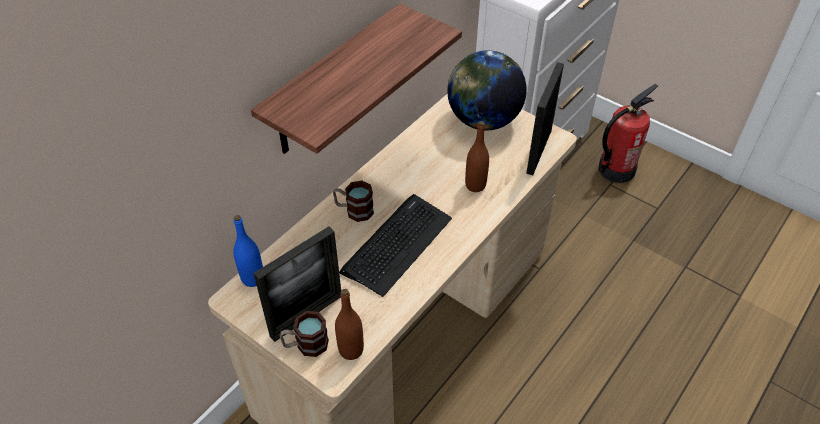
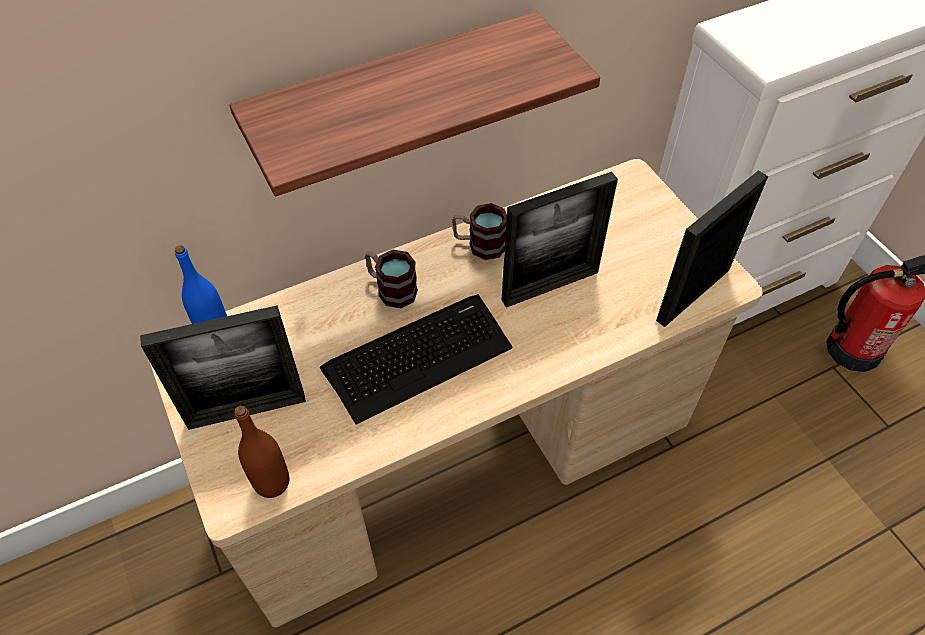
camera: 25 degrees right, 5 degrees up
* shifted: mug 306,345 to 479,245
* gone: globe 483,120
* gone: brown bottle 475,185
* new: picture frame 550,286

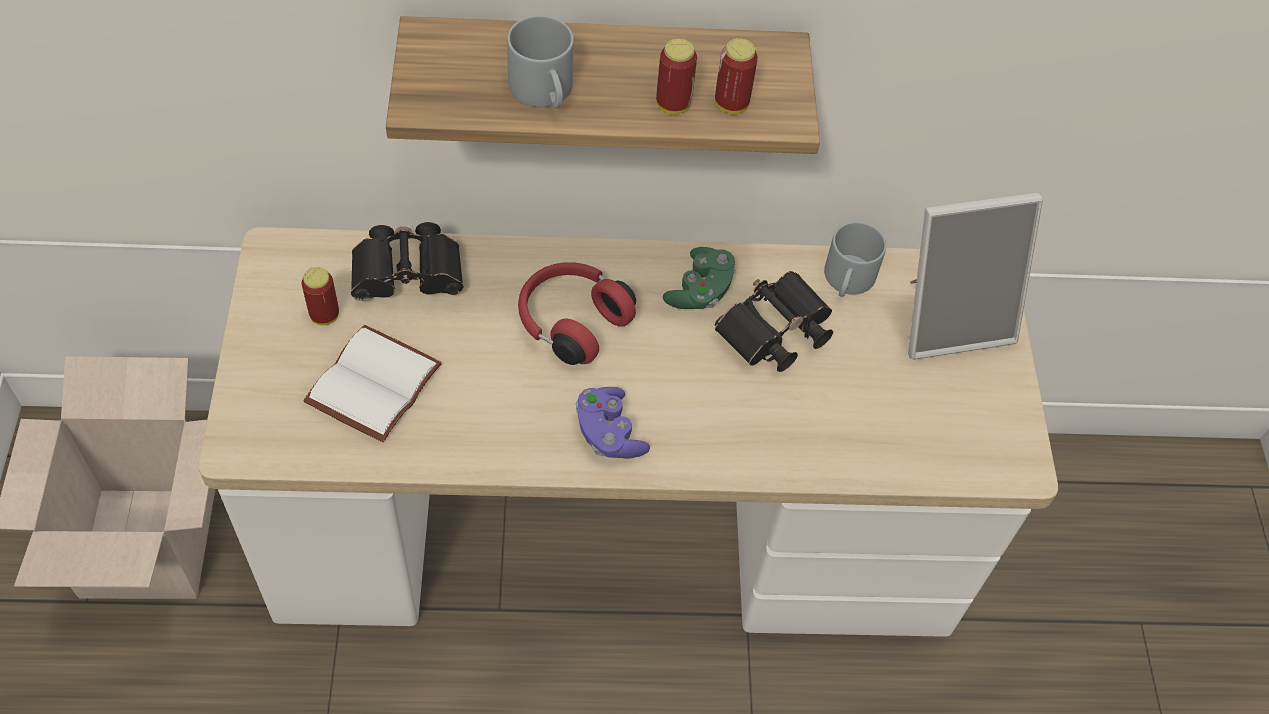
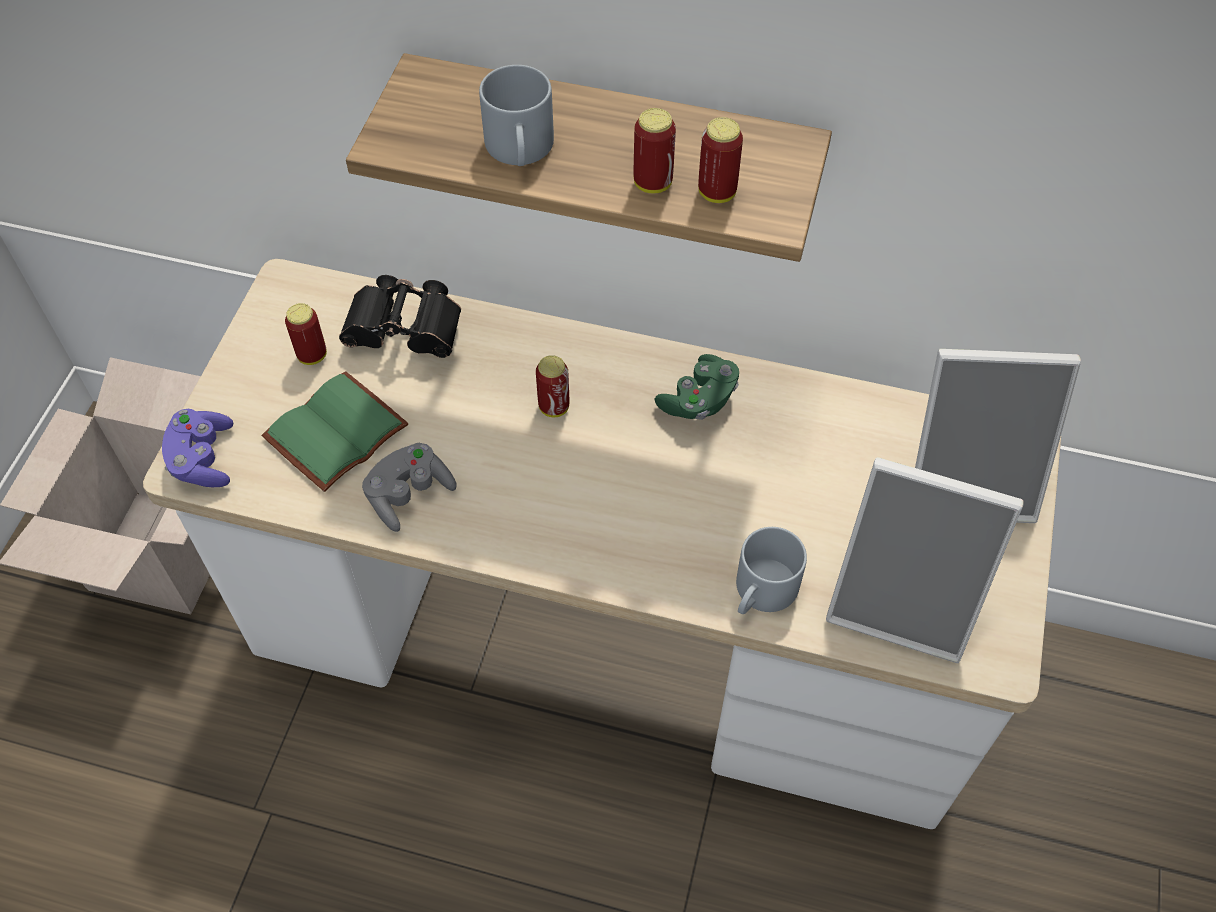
camera: 20 degrees right, 0 degrees up
* repainted: white book 372,382 to green book 335,429
* swapped: red headphones 571,321 to can 554,407
* shifted: purple game controller 609,433 to 203,459
* gone: black binoculars 772,336
* shifted: grey mug 848,281 to 762,593
* new: grey game controller 409,495
* new: picture frame 903,601

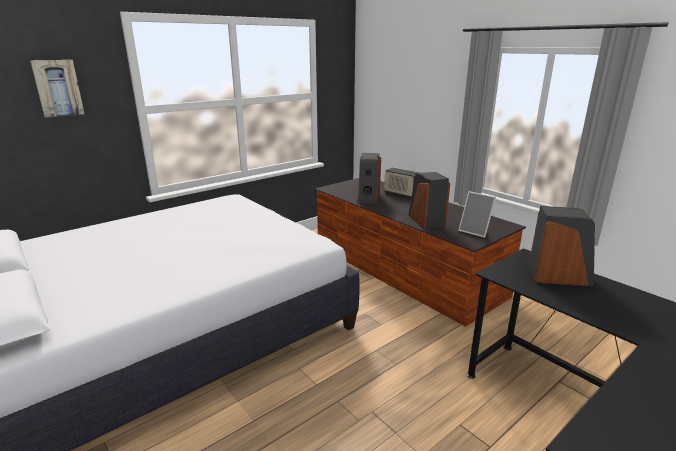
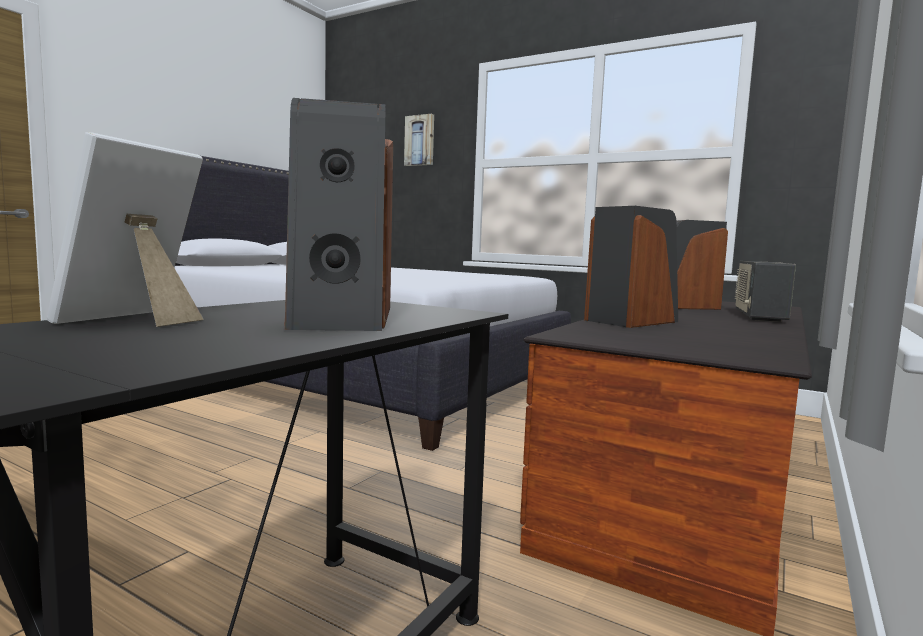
camera: 70 degrees right, 15 degrees down
* shifted: picture frame 475,231 to 138,320

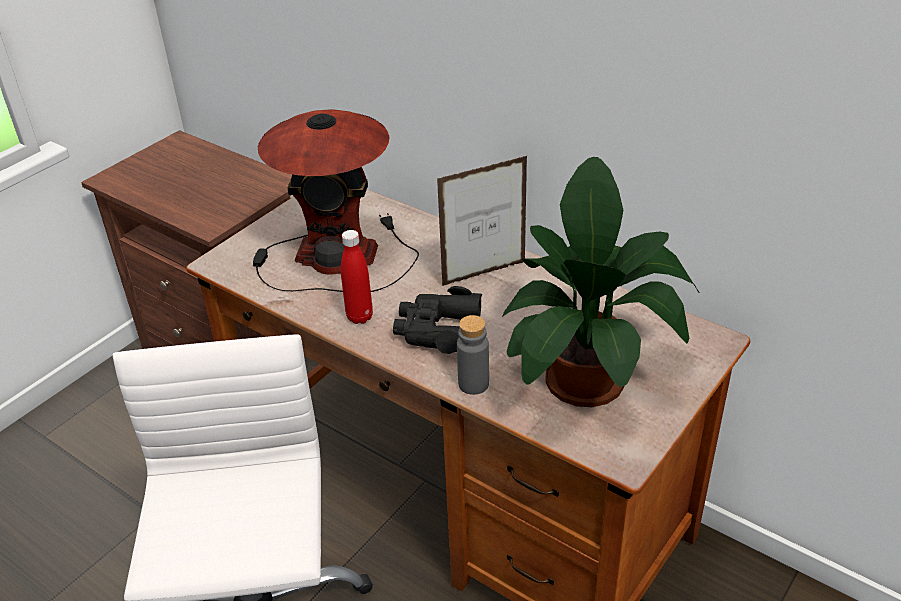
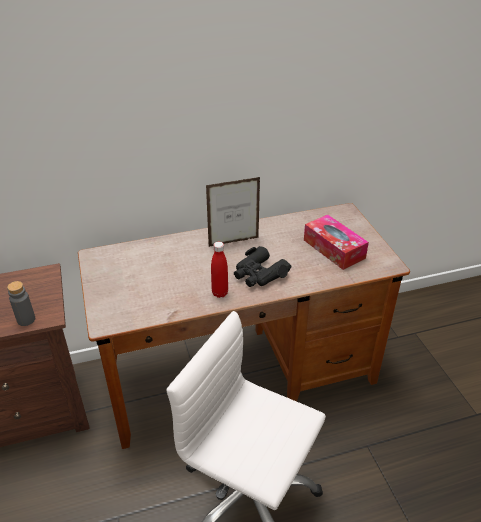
camera: 55 degrees left, 0 degrees up
* gone: table lamp 338,254
* rotated: picture frame 484,273 = 234,242 60 degrees clockwise
* shifted: grey bottle 473,384 to 26,320
* swapped: potted plant 588,374 to tissue box 334,249

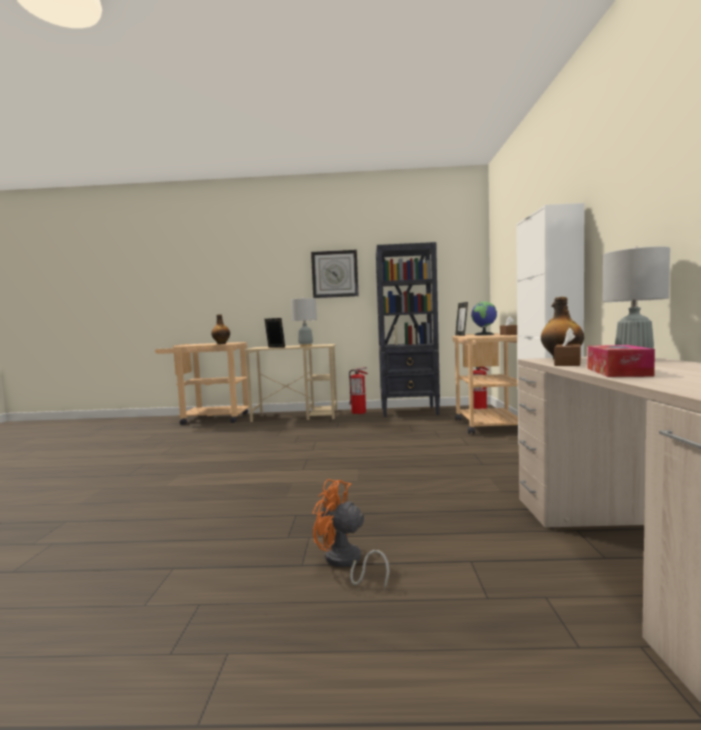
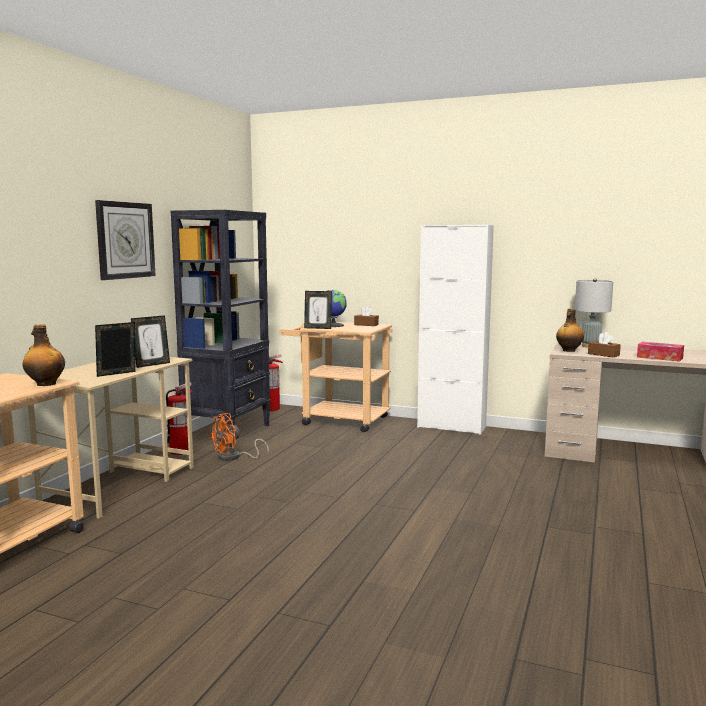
camera: 70 degrees left, 5 degrees up
* swapped: grey table lamp 305,346 to picture frame 152,364
* shifted: orange fan 345,563 to 234,457

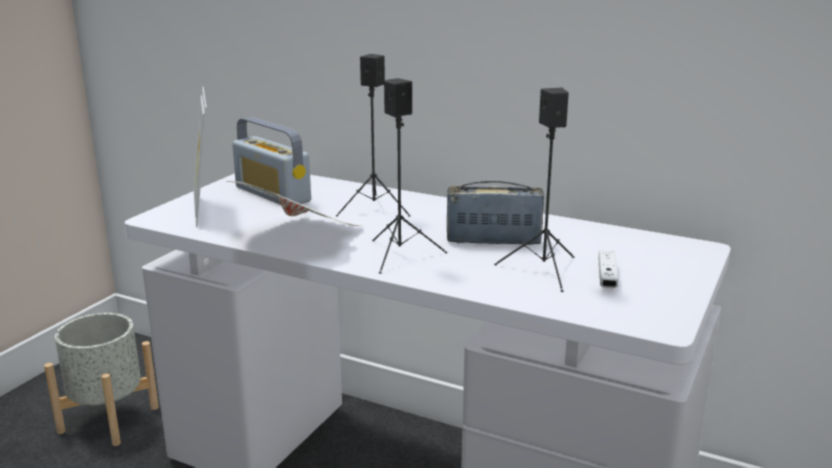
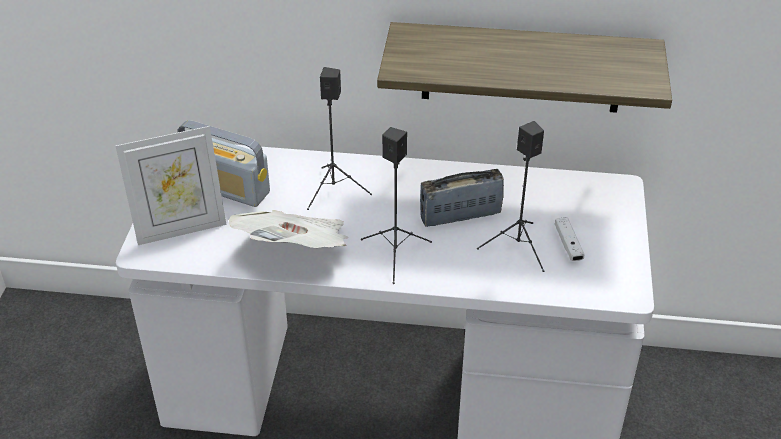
camera: 20 degrees left, 20 degrees up
* gone: grey planter 108,419
* rotated: picture frame 205,210 = 180,228 75 degrees counterclockwise
* new: shelf 522,68

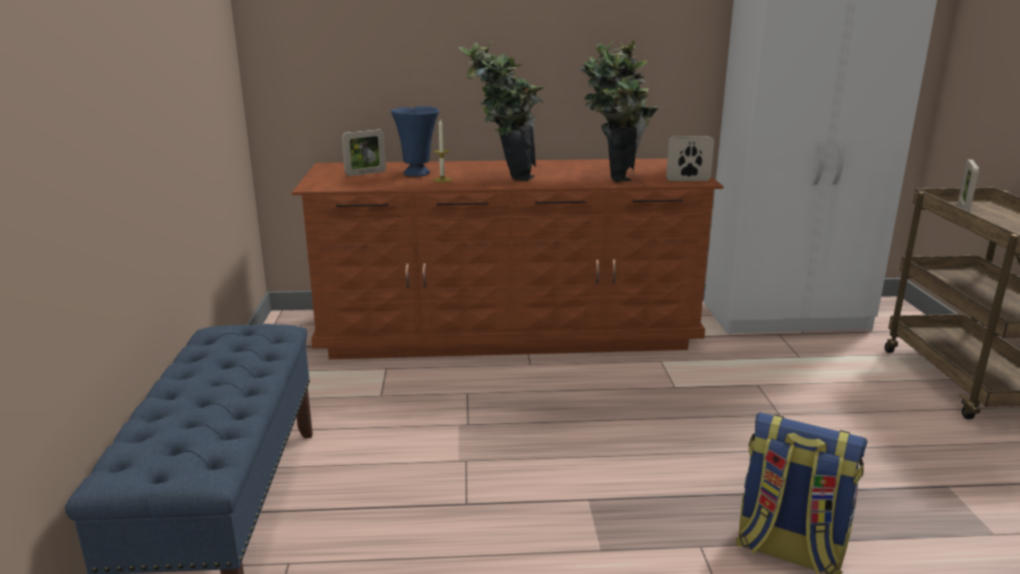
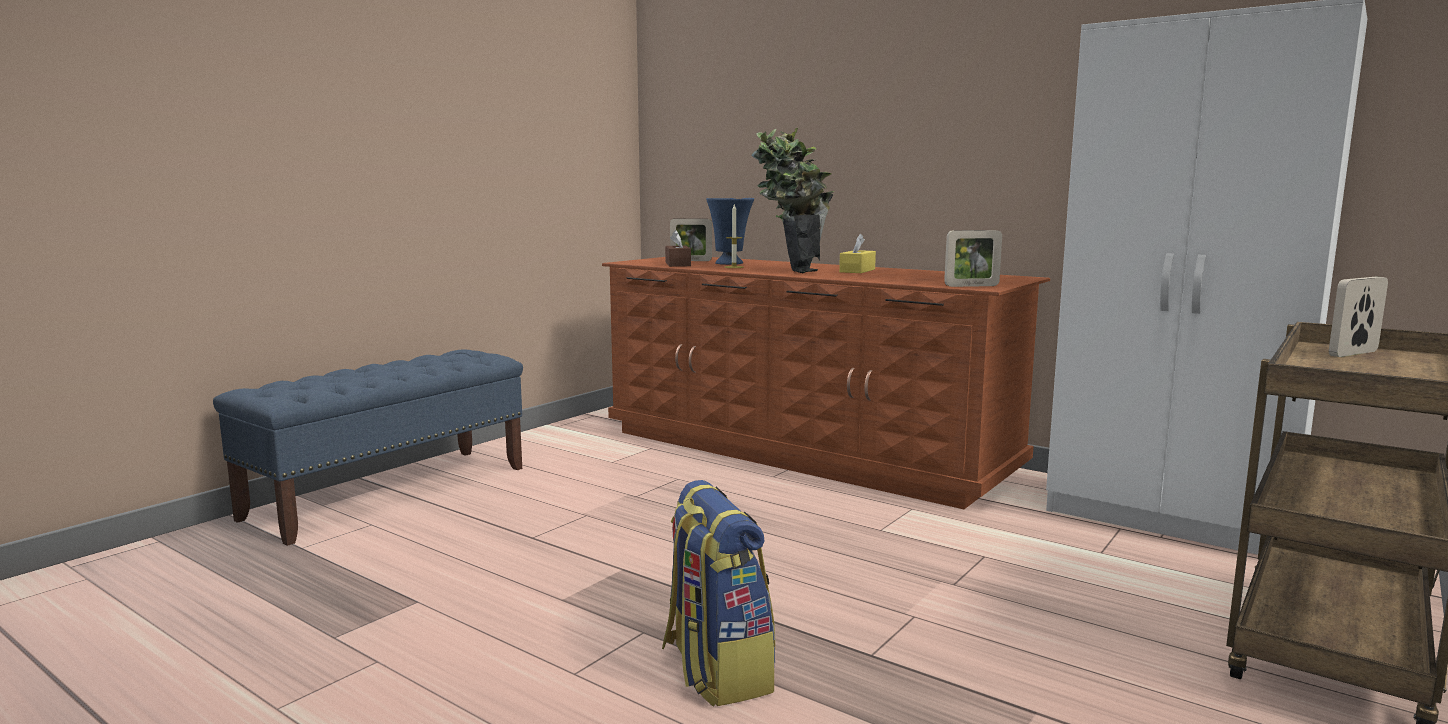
camera: 40 degrees right, 10 degrees down
* gone: potted plant 615,175
* rotated: picture frame 688,180 = 971,286 135 degrees clockwise
* new: brown tissue box 678,264
* new: yellow tissue box 857,271

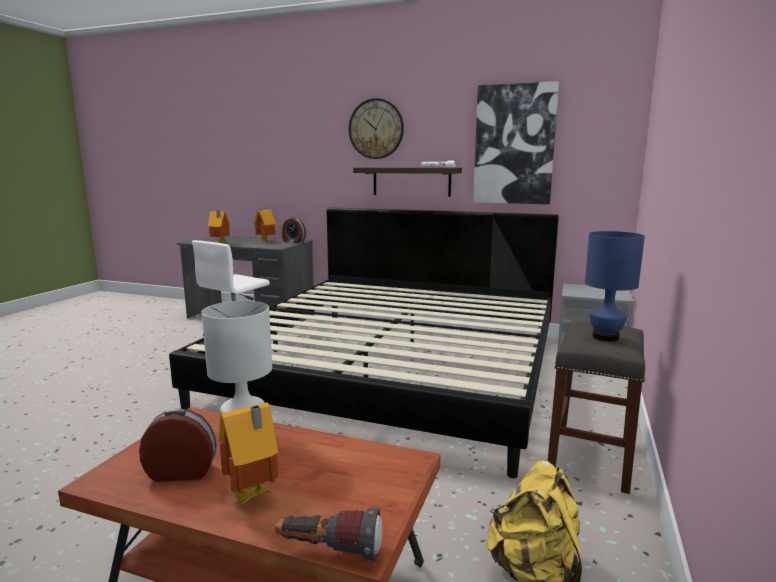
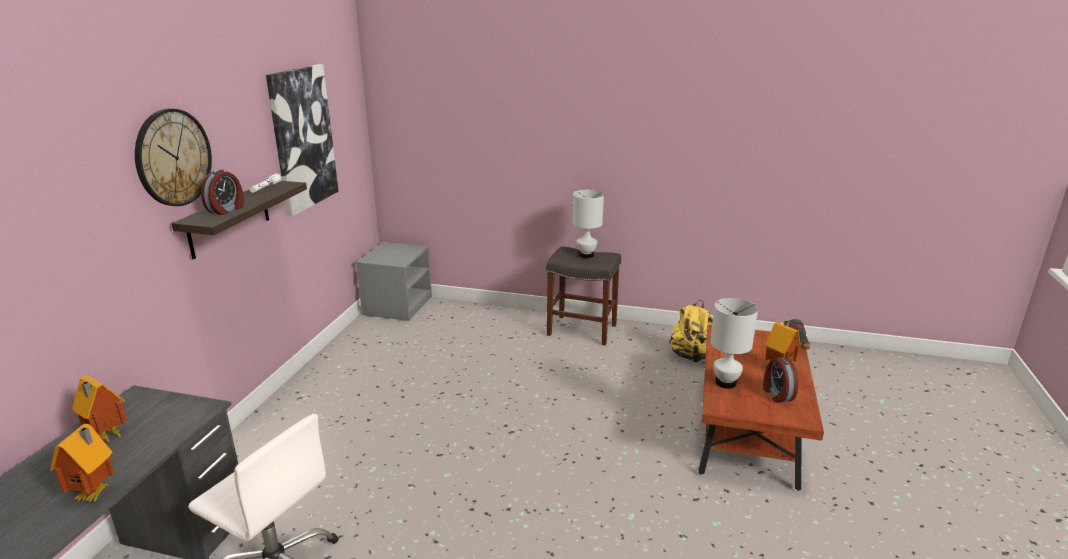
camera: 95 degrees left, 10 degrees up
* gone: bed 394,369
* shifted: alarm clock 293,241 to 226,210
* repainted: blue table lamp 605,337 to white table lamp 586,255

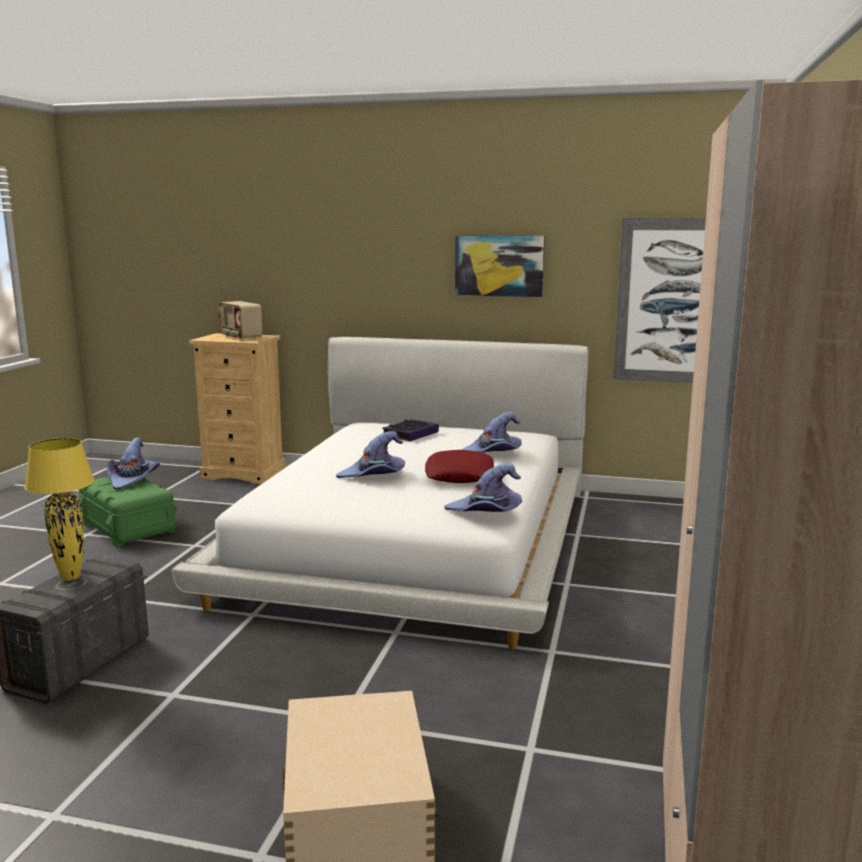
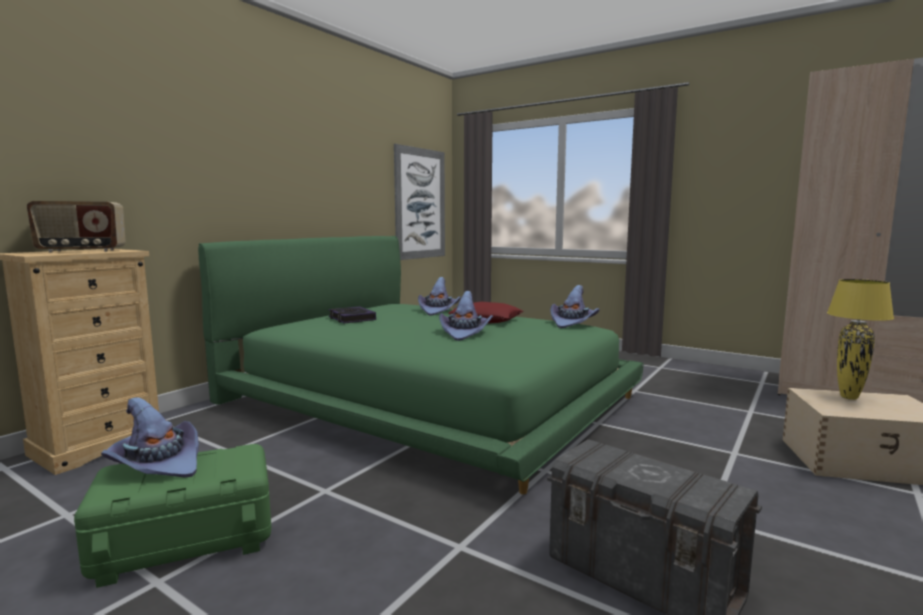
camera: 70 degrees left, 5 degrees down
* shifted: yellow table lamp 70,578 to 849,397
* repainted: white bed 414,541 to green bed 428,398
* gone: picture 499,266

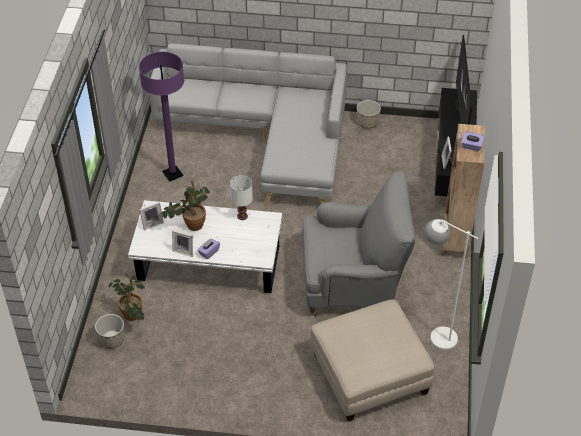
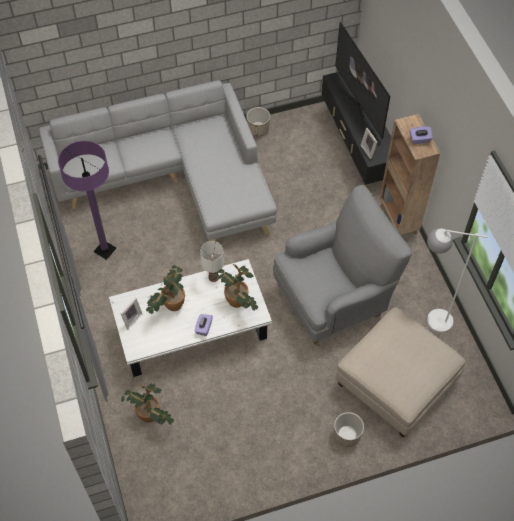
camera: 25 degrees left, 10 degrees up
* shifted: planter 112,339 to 347,435
* gone: picture frame 184,250
* new: potted plant 238,304

